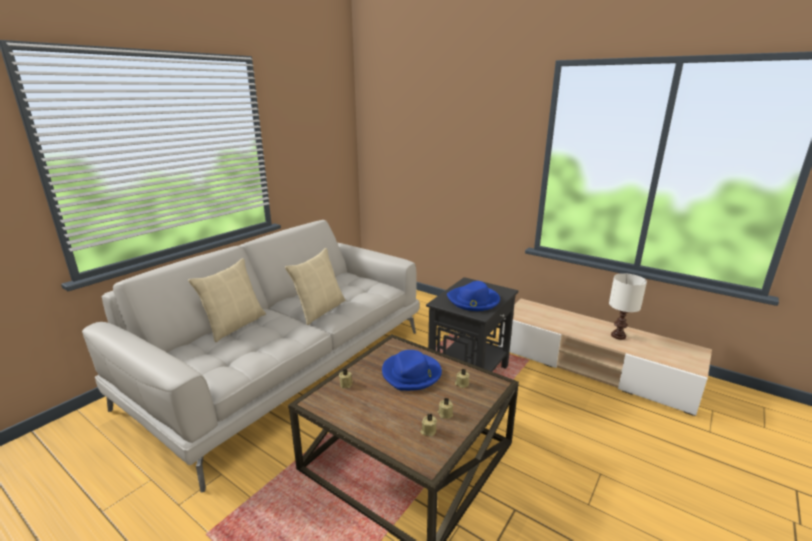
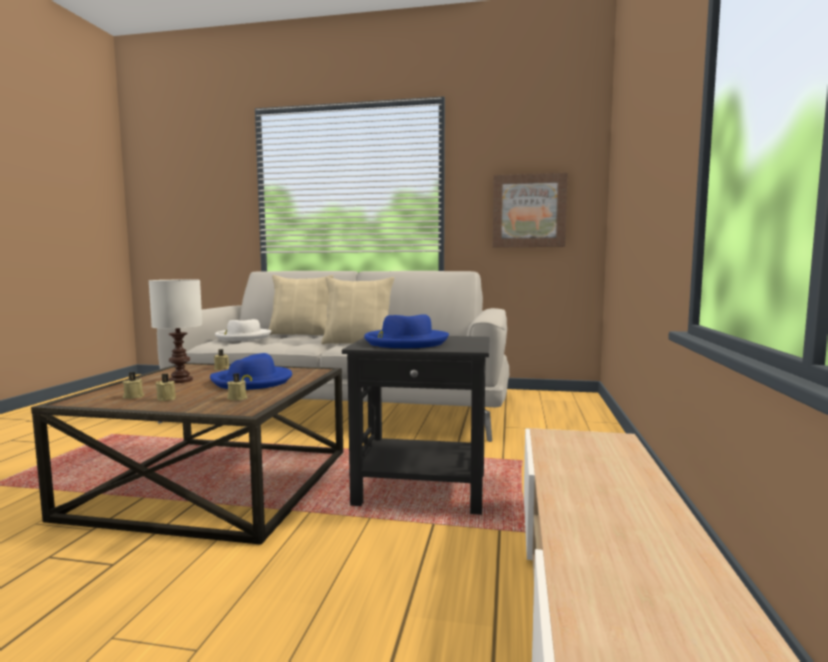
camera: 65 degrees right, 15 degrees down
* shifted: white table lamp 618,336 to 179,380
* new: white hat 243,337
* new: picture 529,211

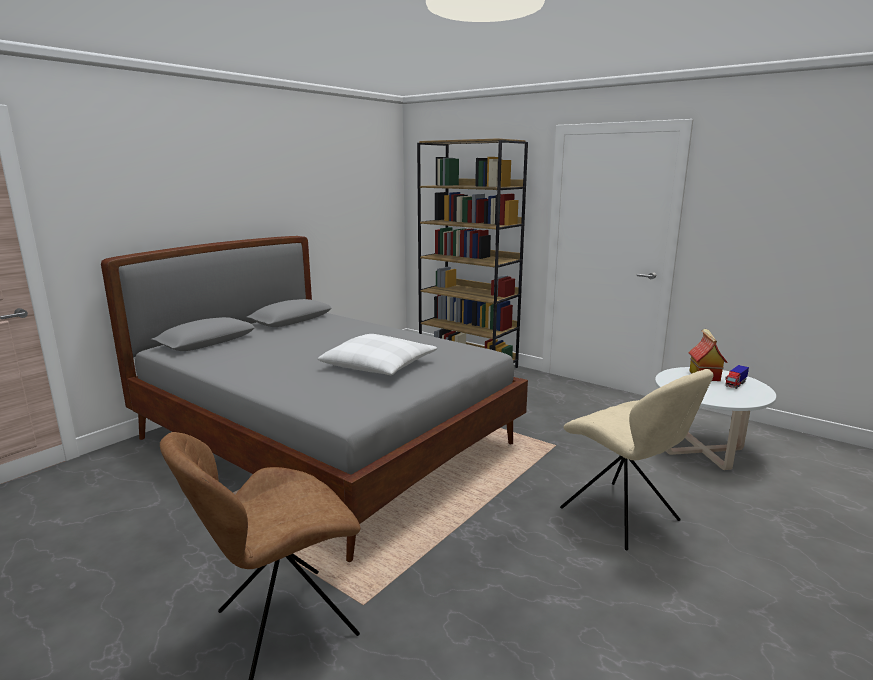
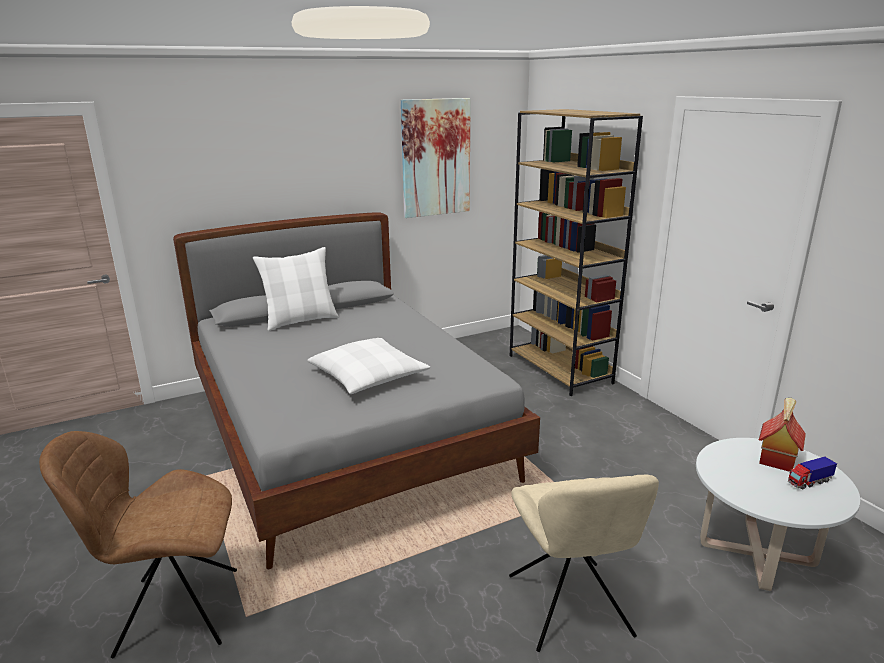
camera: 25 degrees right, 5 degrees up
* new: white pillow 300,321
* new: picture 436,158

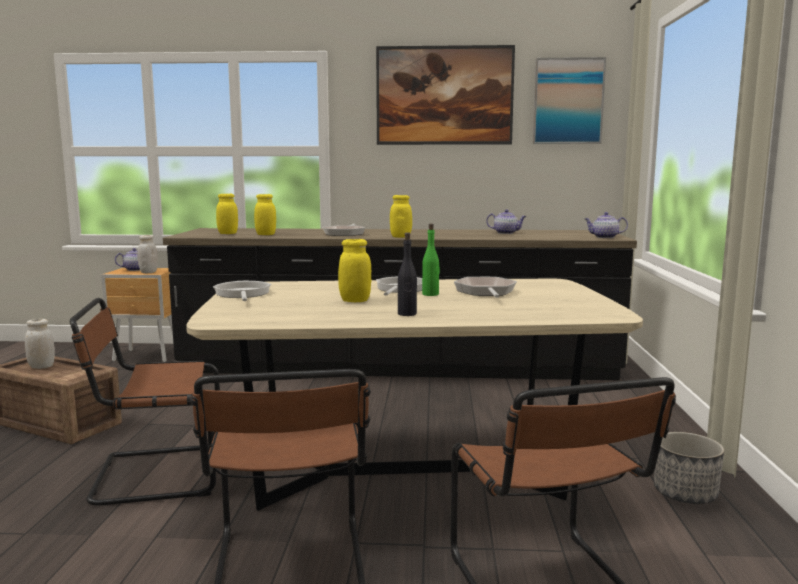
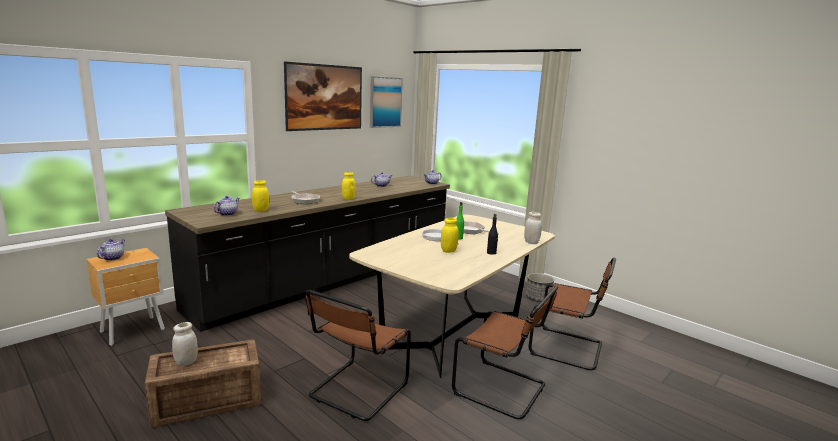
camera: 50 degrees left, 5 degrees up
* shifted: white jar 148,272 to 531,242
* gone: frying pan 242,294
* swapped: yellow jar 227,233 to teapot 227,214

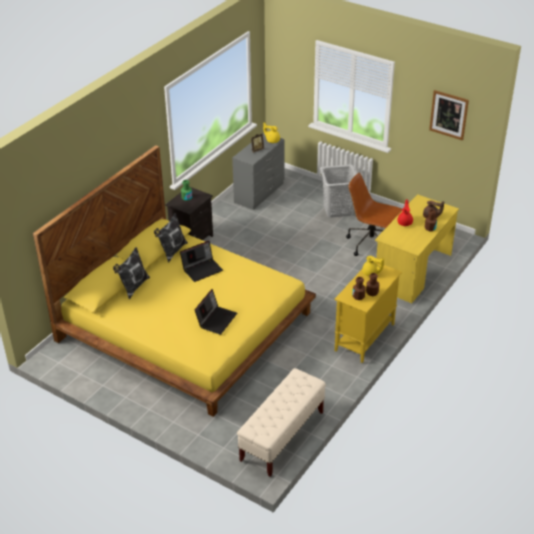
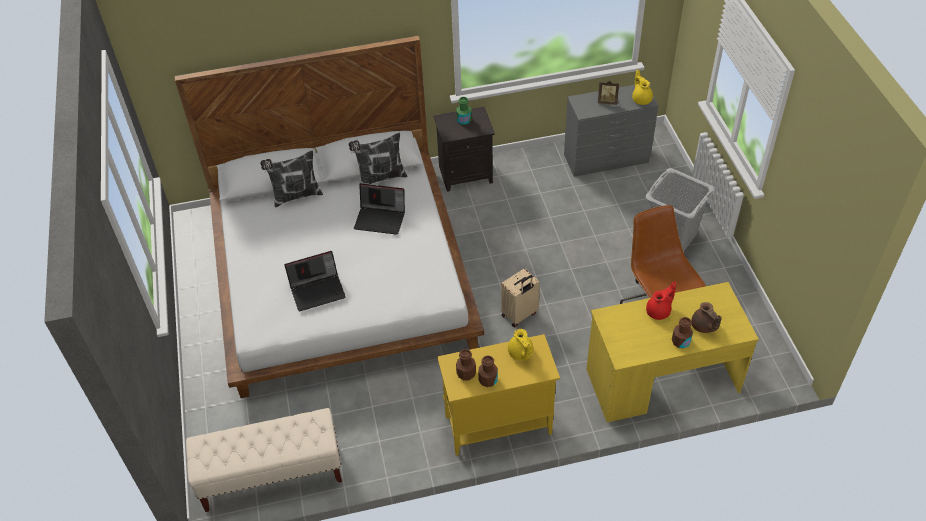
camera: 45 degrees right, 10 degrees up
* repainted: yellow bed 186,326 to white bed 341,274
* gone: picture 449,115
* new: beige suitcase 520,315

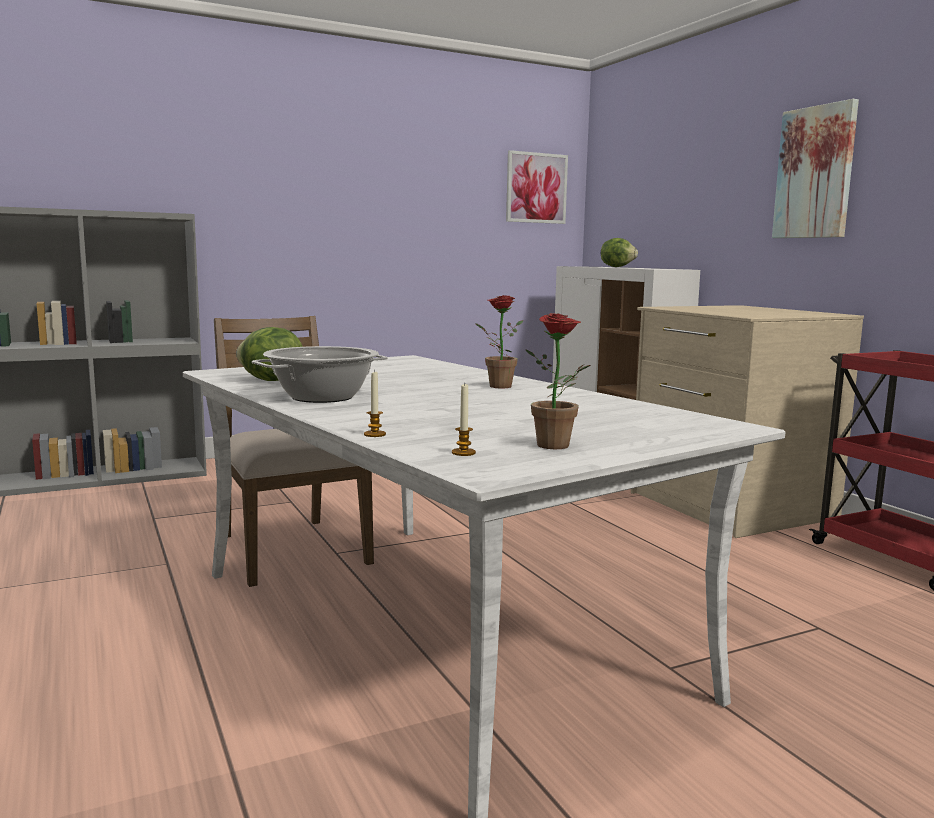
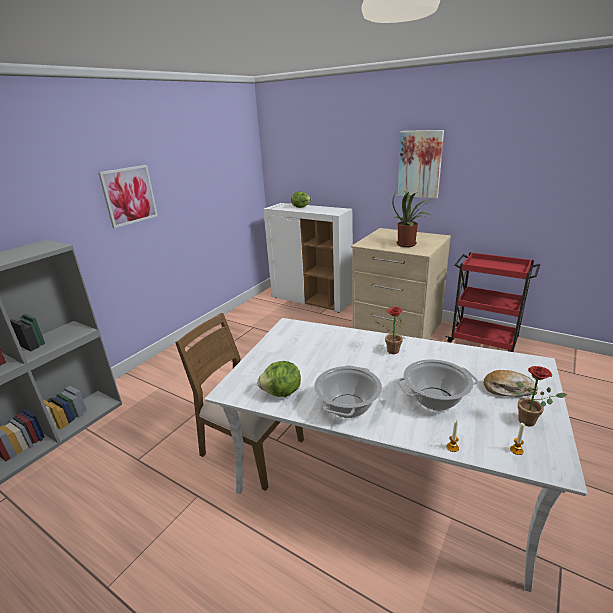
camera: 30 degrees left, 15 degrees up
* shifted: picture 536,188 to 129,195
* new: potted plant 408,244
* new: cooking pot 435,398
* new: bread 508,389

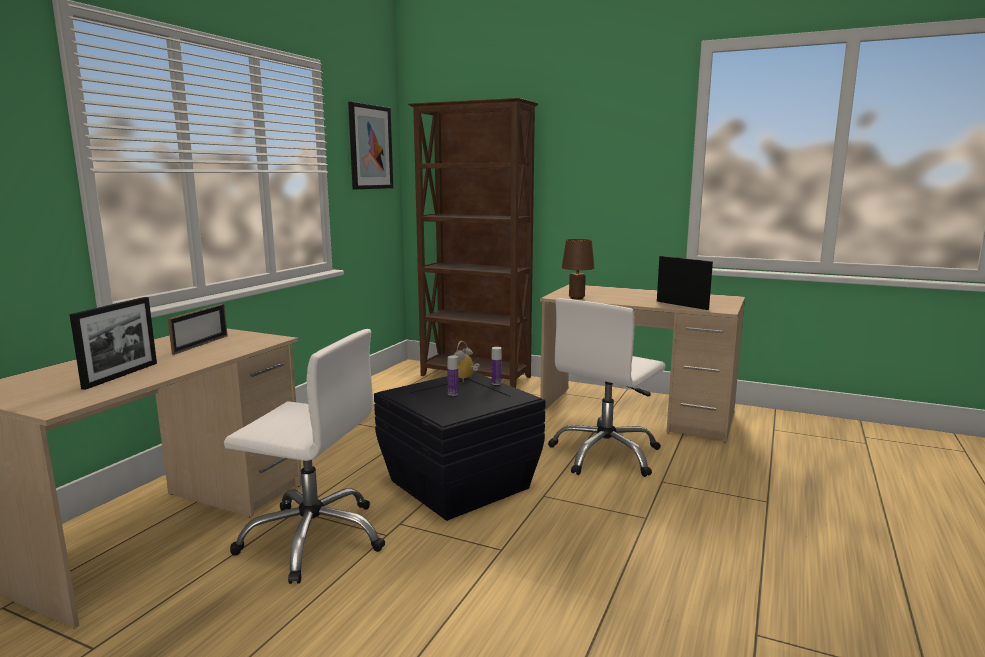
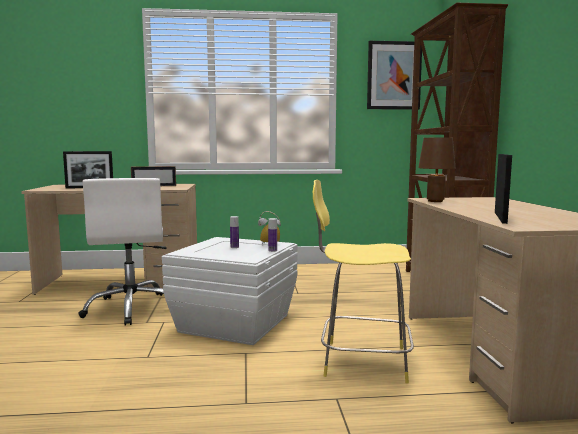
camera: 60 degrees right, 5 degrees down
* repainted: black storage box 457,484 to white storage box 234,323
* swapped: white office chair 605,454 to yellow stool 361,361

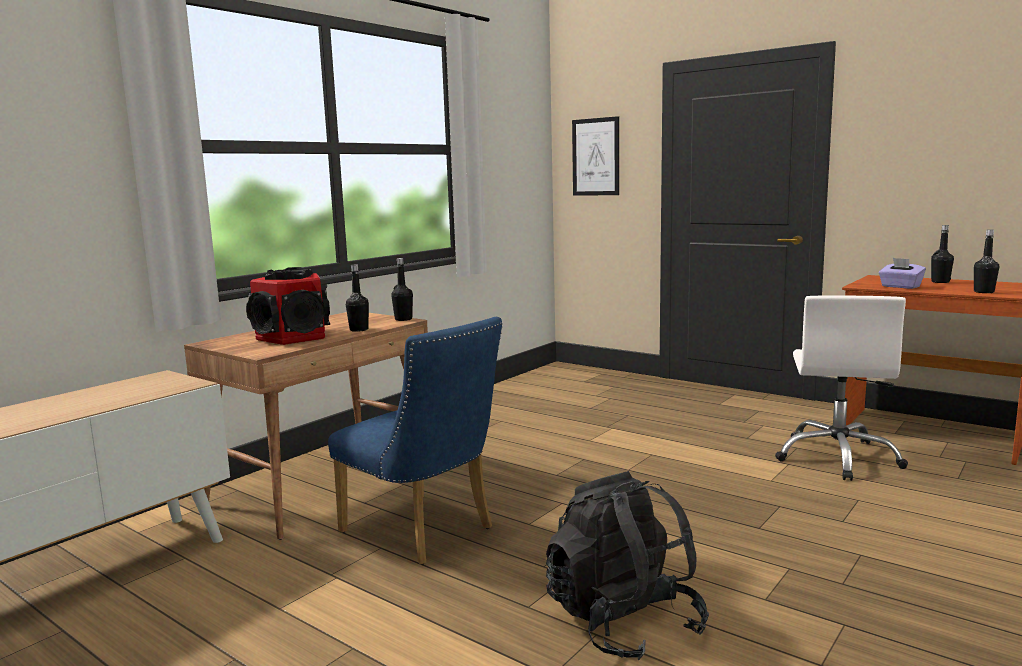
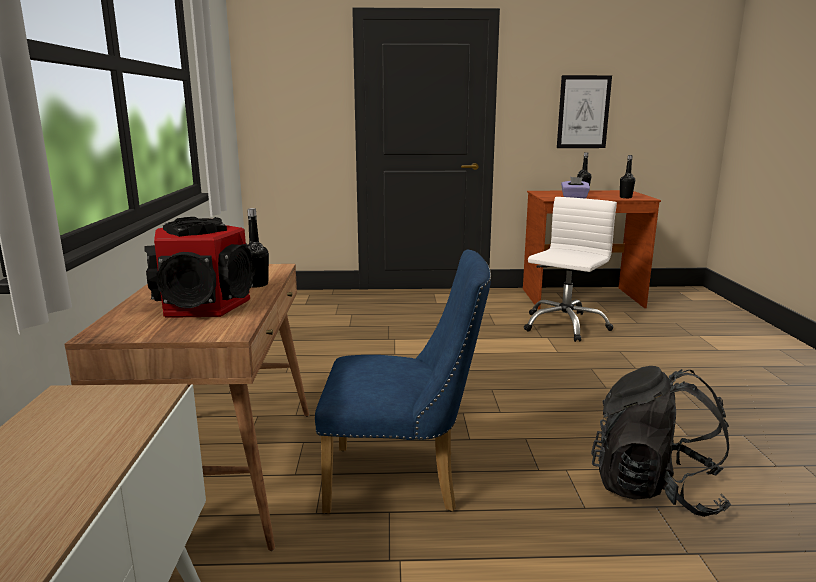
camera: 40 degrees left, 5 degrees up
* gone: black bottle 403,319
* shifted: picture 595,157 to 583,112
* rotated: white office chair 838,457 = 564,325 120 degrees counterclockwise

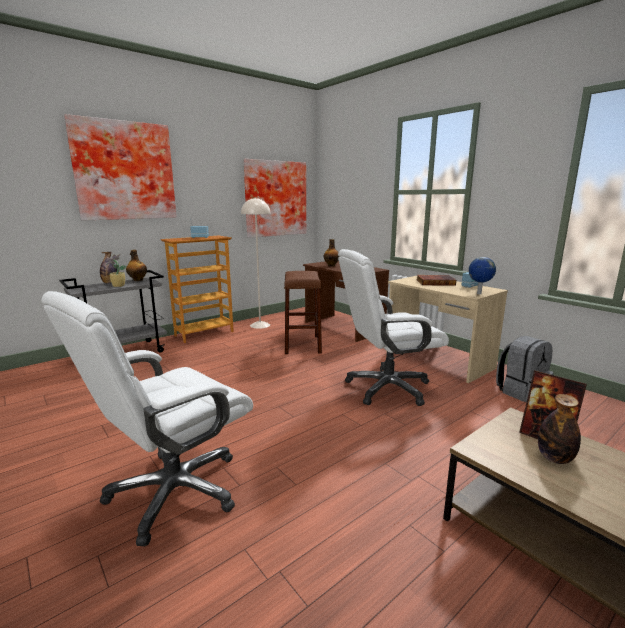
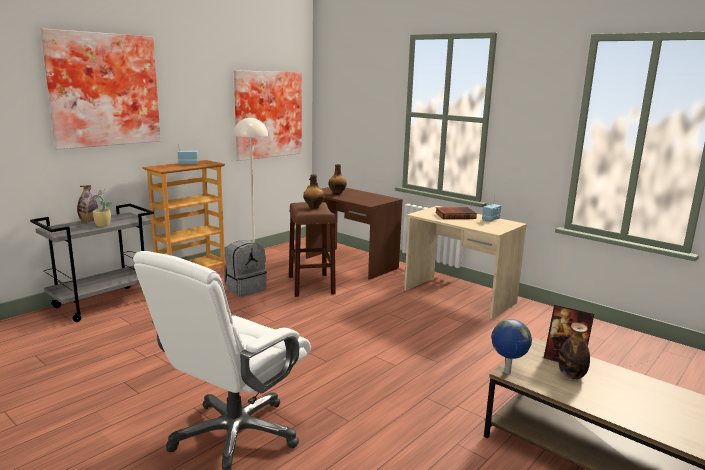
camera: 10 degrees left, 0 degrees up
* shifted: bottle 138,280 to 313,207
* gone: white office chair 387,388
* shifted: globe 479,293 to 507,372
* shifted: grey backpack 521,392 to 245,289

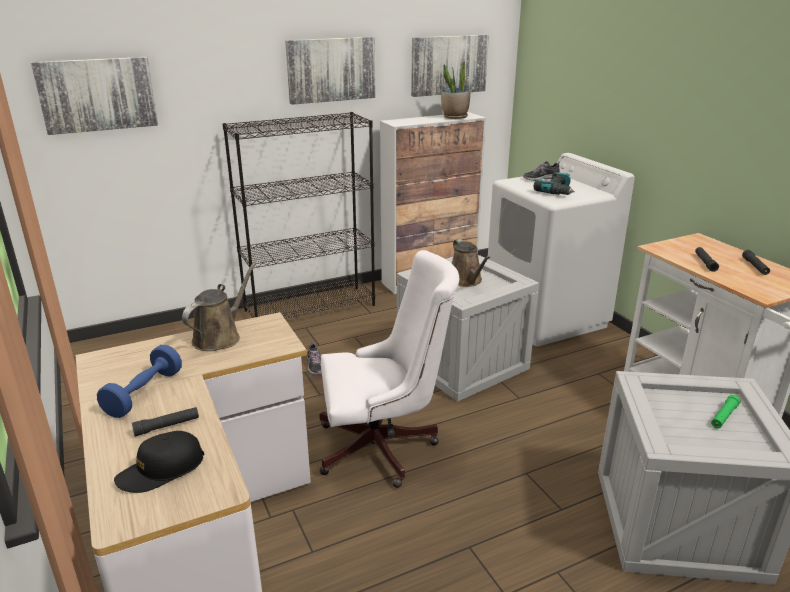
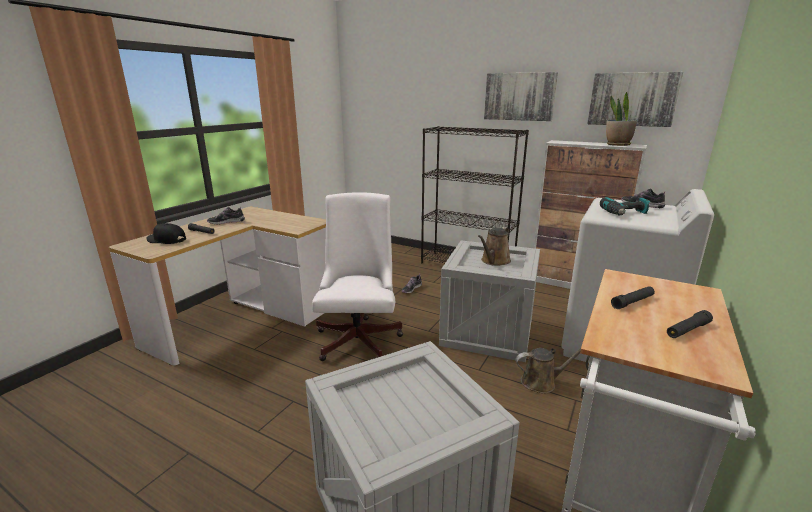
camera: 55 degrees right, 5 degrees down
* gone: picture 97,94
* swapped: blue dumbbell 144,393 to shoe 226,222
* shifted: brown watering can 220,337 to 541,382
* rotated: white office chair 384,447 = 360,337 135 degrees counterclockwise
* gone: green flashlight 724,416

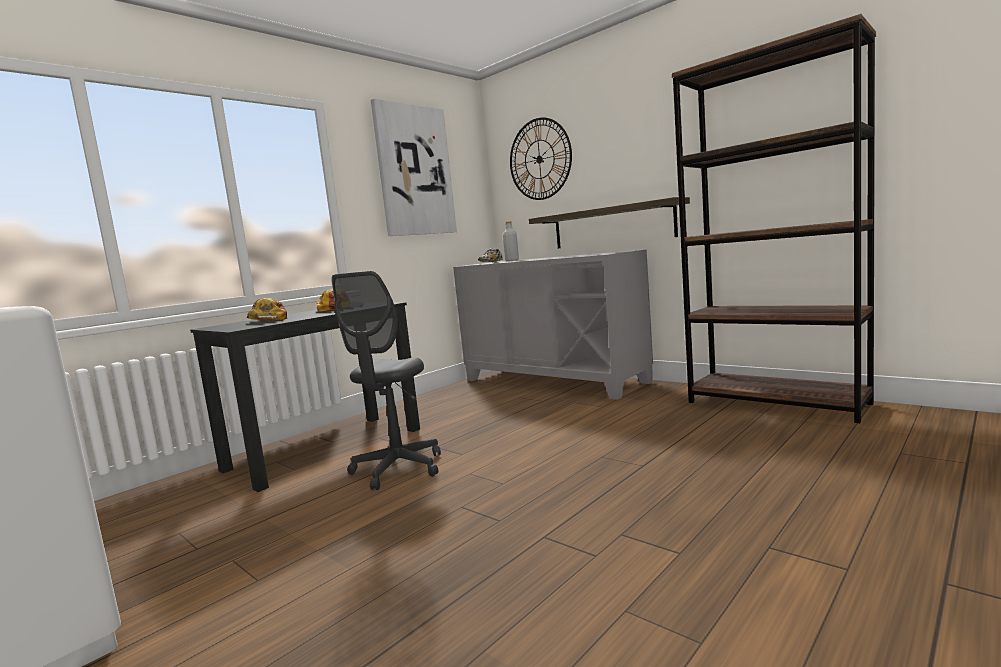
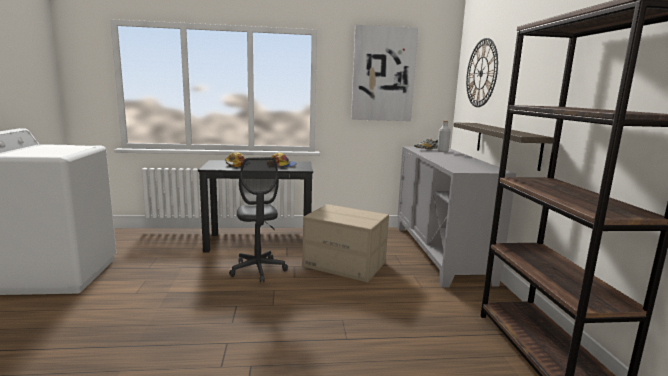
camera: 40 degrees right, 5 degrees up
* rotated: grey office chair 398,469 = 258,270 75 degrees counterclockwise
* new: cardboard box 345,264

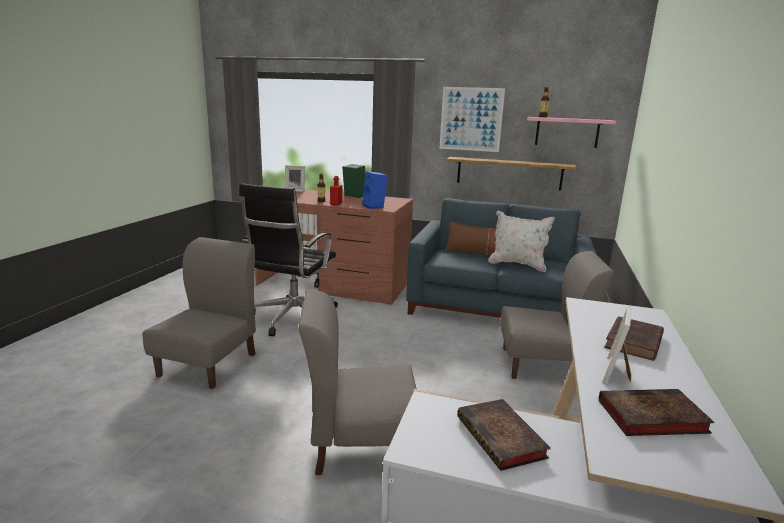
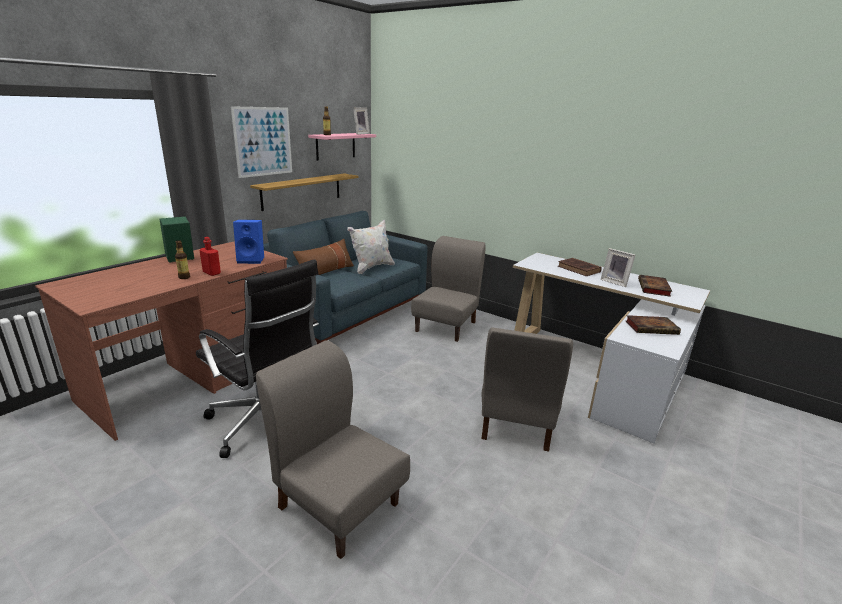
camera: 70 degrees left, 5 degrees up
* shifted: picture frame 295,190 to 360,134

